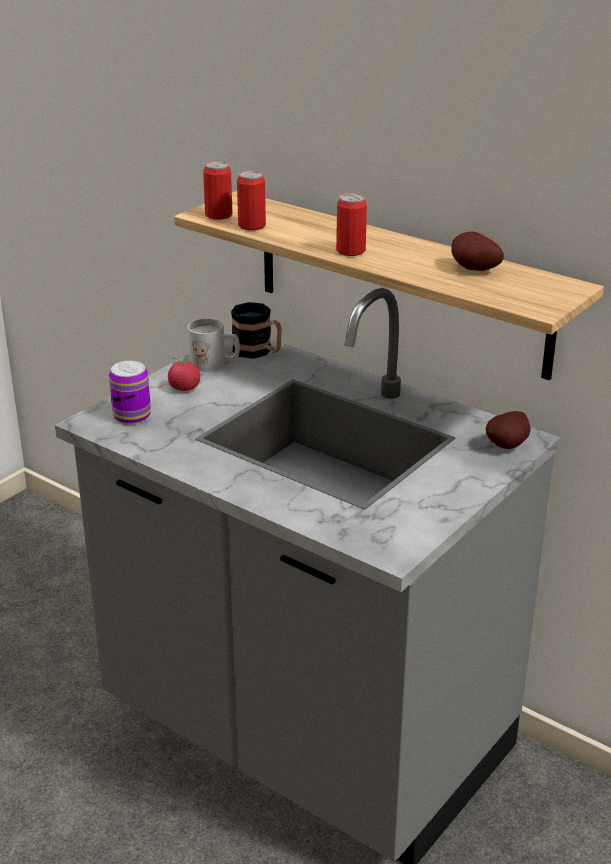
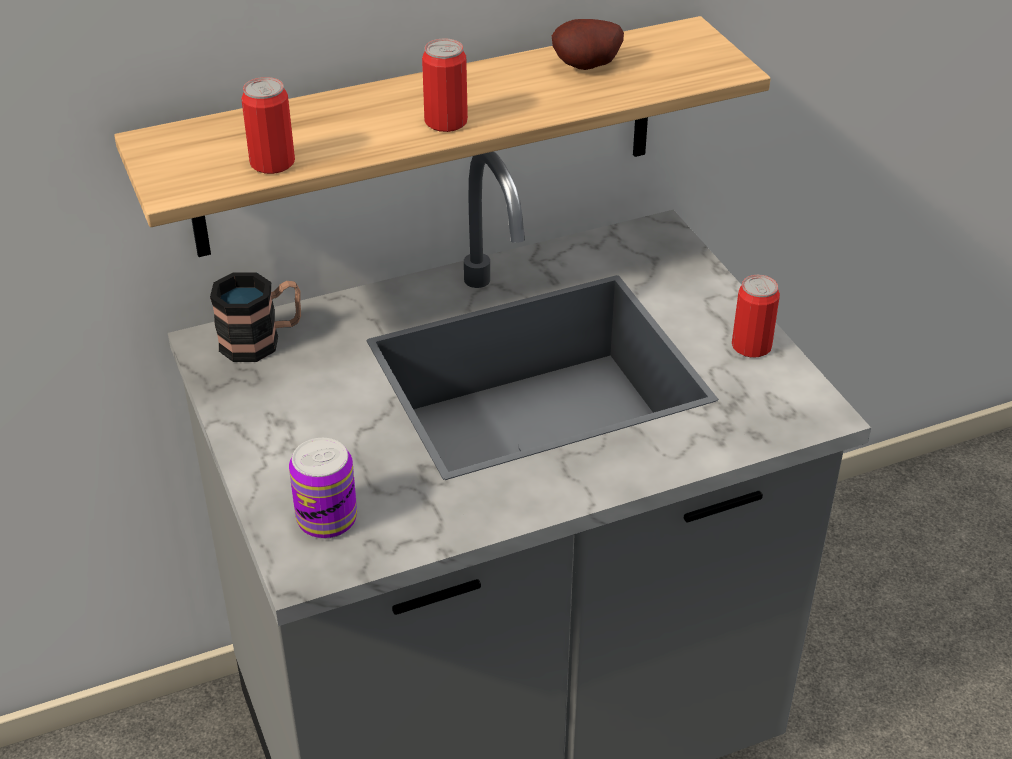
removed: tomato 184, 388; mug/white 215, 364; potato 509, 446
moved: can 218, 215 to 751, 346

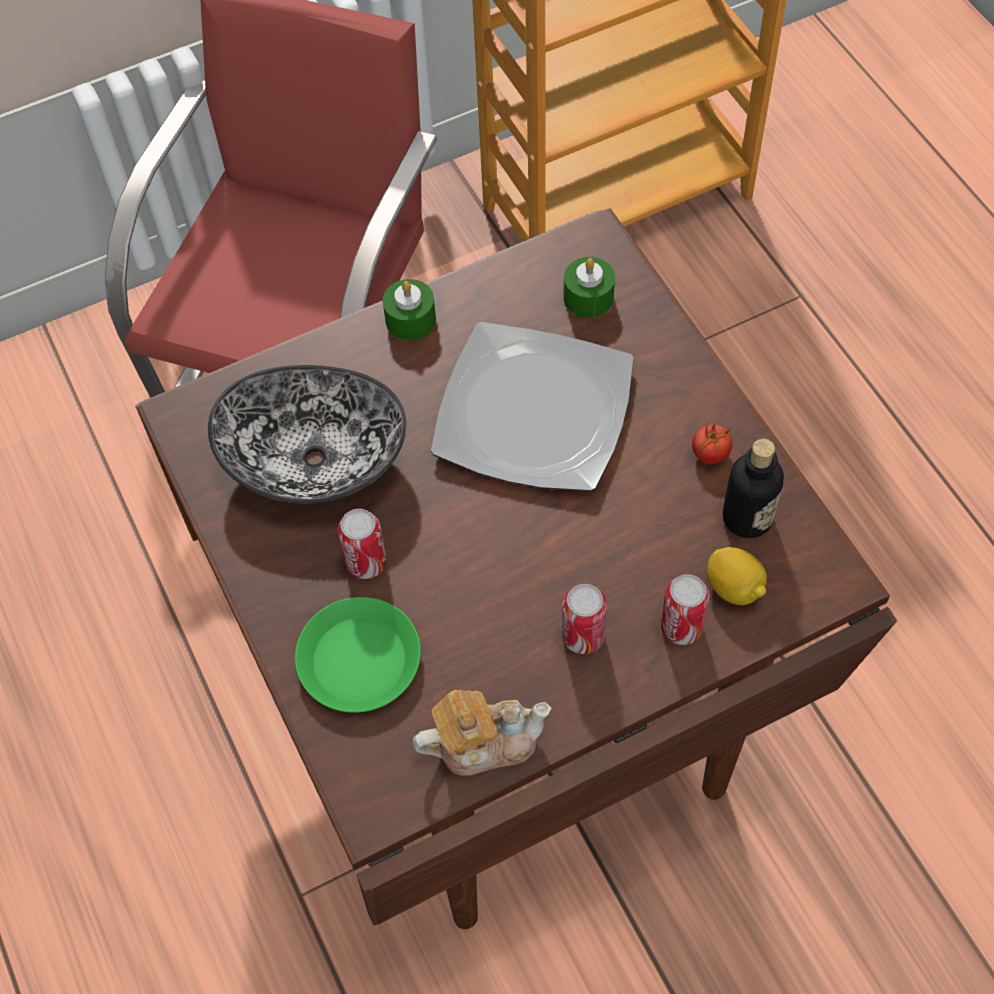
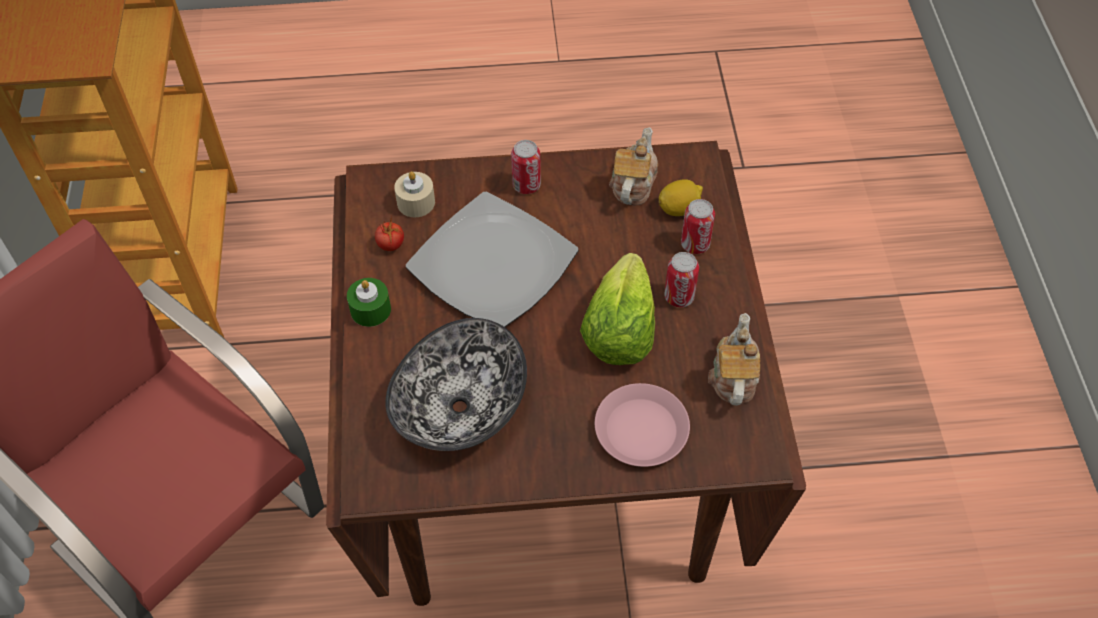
added: lettuce 619, 332
moved: can 366, 562 to 526, 185; tomato 710, 454 to 391, 245
replaced: bottle 747, 517 to teapot 632, 184
recoloured: plate/green 359, 659 to plate/pink 640, 430; candle/green 588, 297 to candle/beige 416, 202

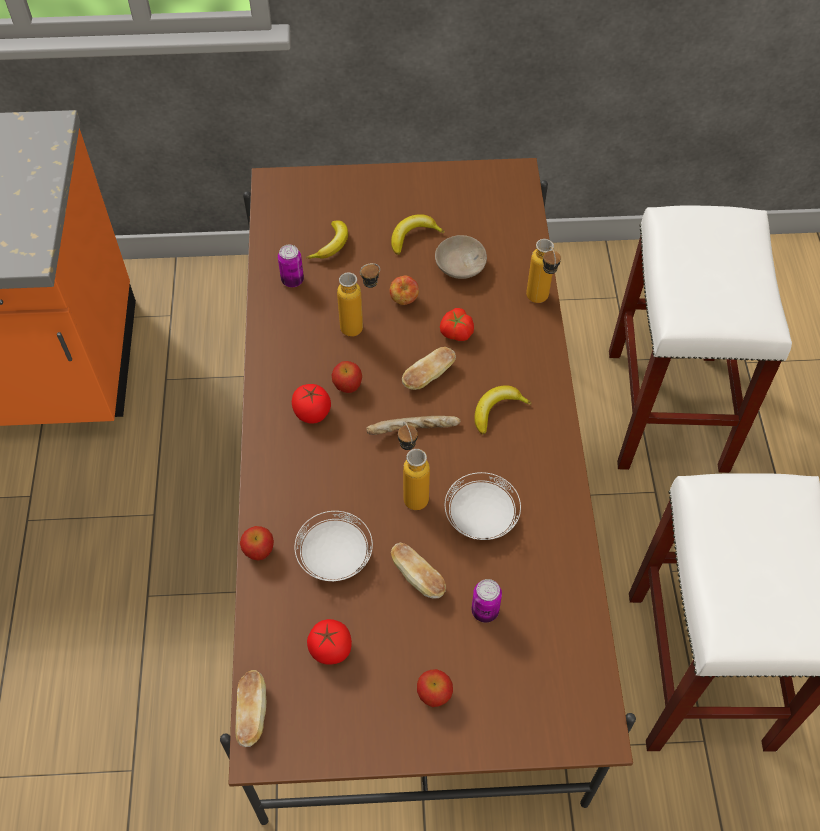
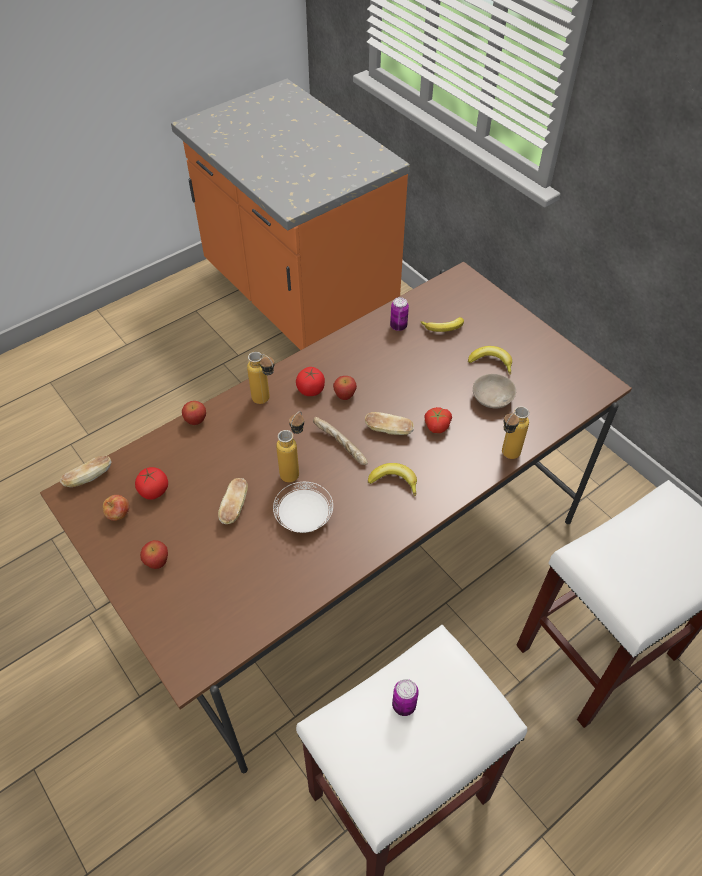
removed: plate/white 335, 556
moved: bottle 361, 326 to 266, 402; apple 404, 299 to 119, 515; can 485, 611 to 404, 705

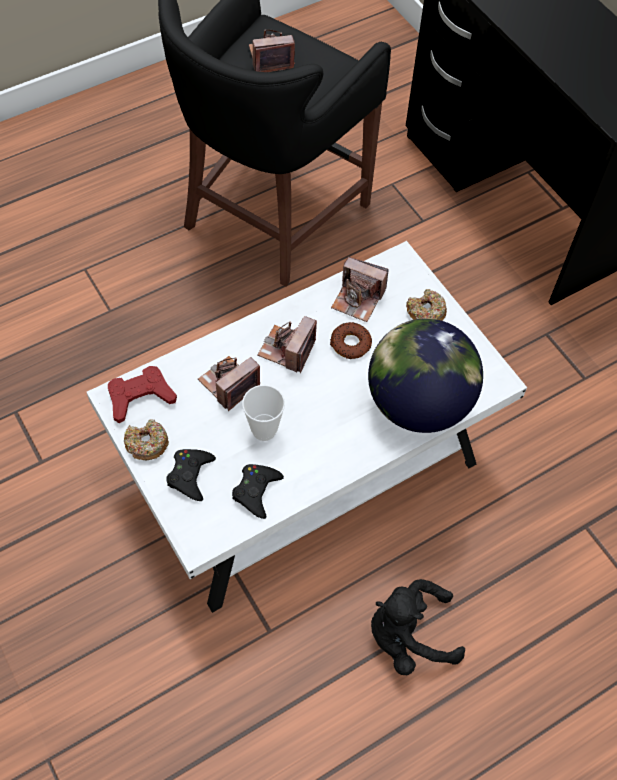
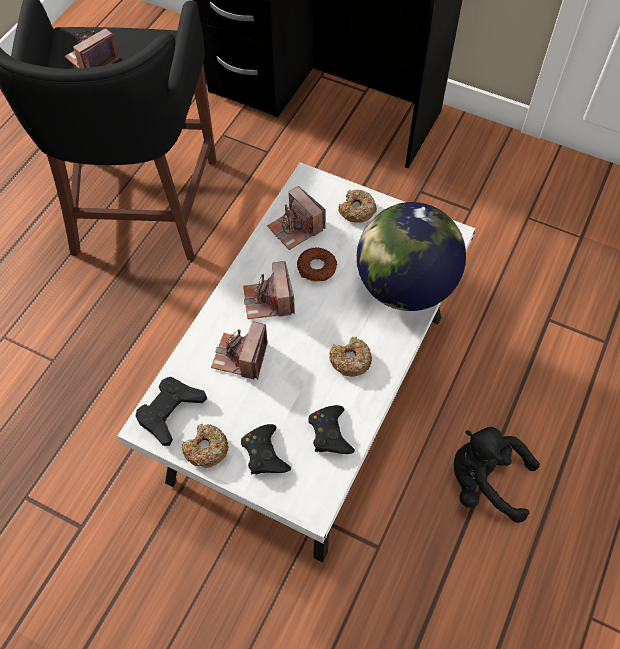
removed: cup 264, 430
added: donut 350, 360
recoloured: game controller/red 140, 397 to game controller/black 170, 412
turned: photo camera 358, 299 = 296, 228 60 degrees clockwise; plush toy/black 408, 636 = 485, 481 60 degrees clockwise

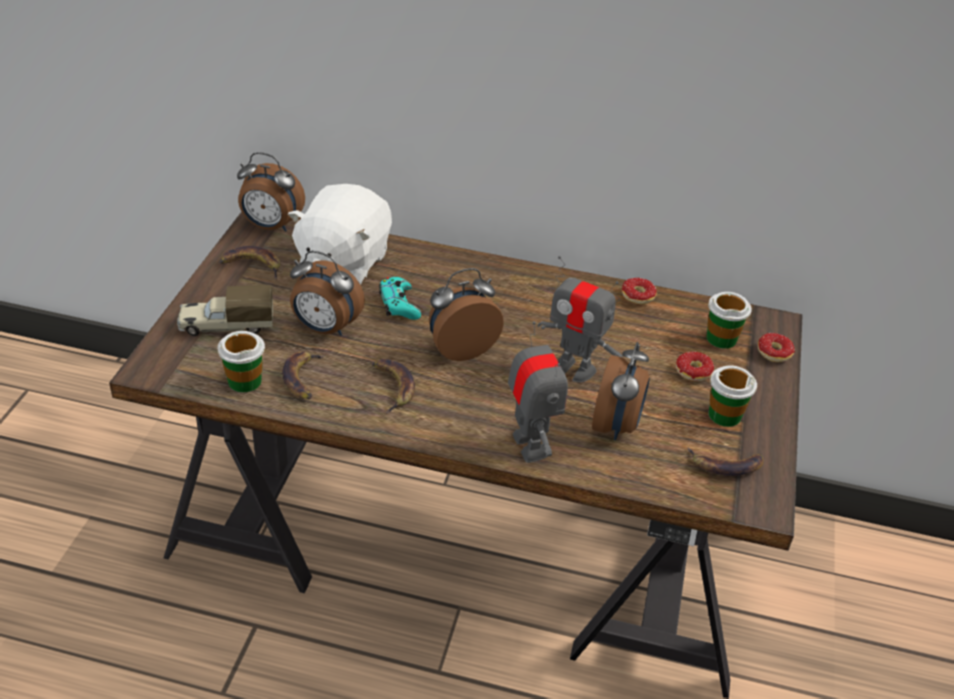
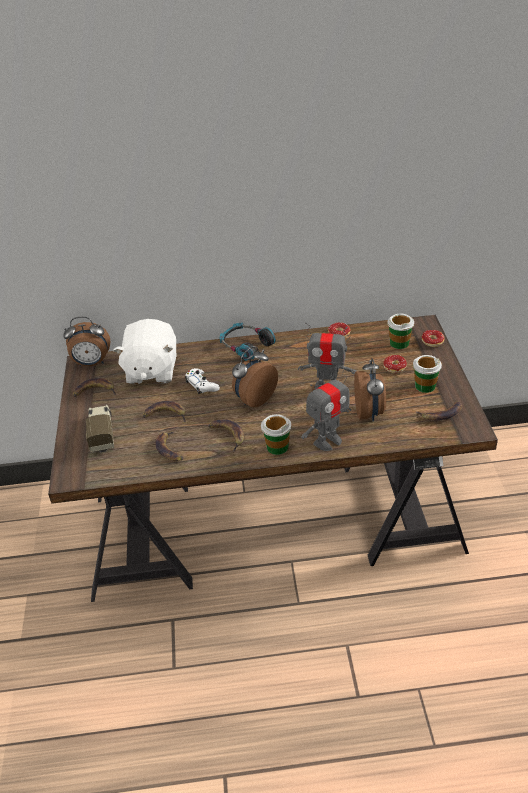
added: headphones 246, 346
moved: cup 244, 381 to 277, 447
replaced: alarm clock 325, 329 to banana 165, 415
recoloured: game controller/turquoise 399, 304 to game controller/white 202, 385
turned: toy truck 226, 326 = 102, 434 105 degrees clockwise; toy robot 530, 445 = 327, 441 90 degrees clockwise

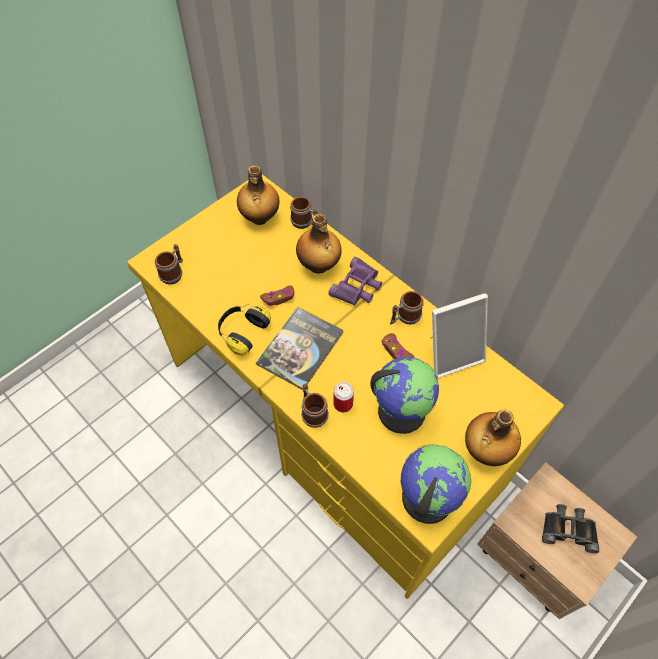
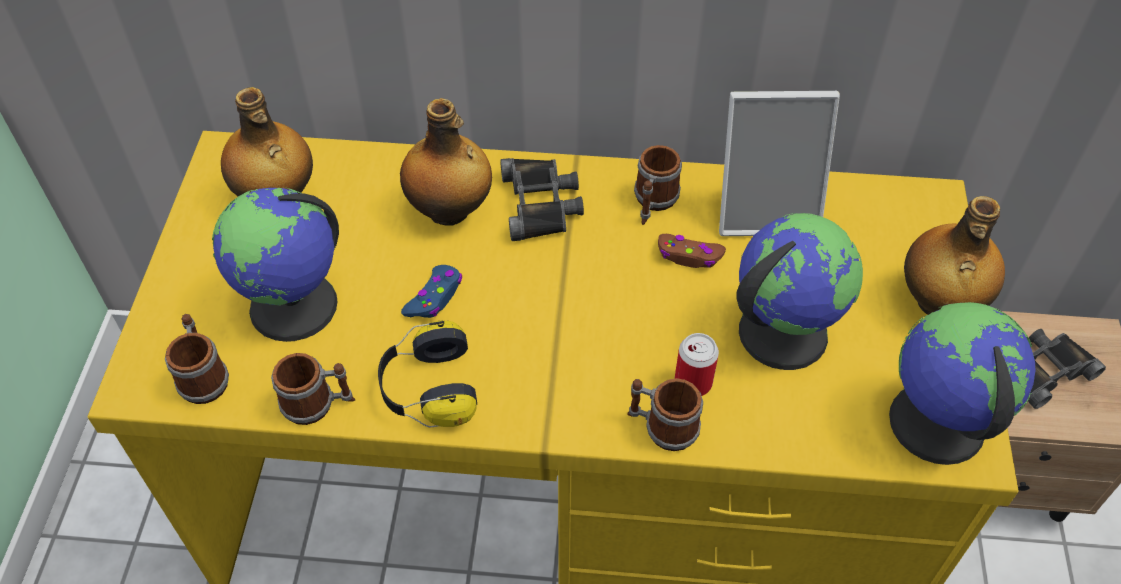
removed: book 300, 348
added: globe 294, 306
moved: mug 305, 223 to 318, 404
recoloured: game controller/brown 279, 298 to game controller/blue 435, 297; binoculars/purple 357, 287 to binoculars/black 541, 203
turned: picture frame 452, 353 = 766, 209 60 degrees clockwise

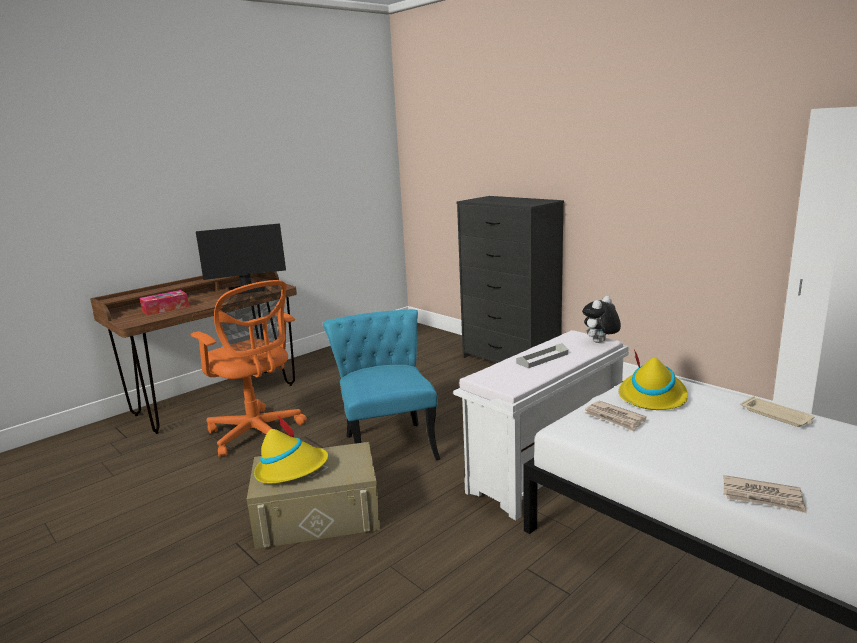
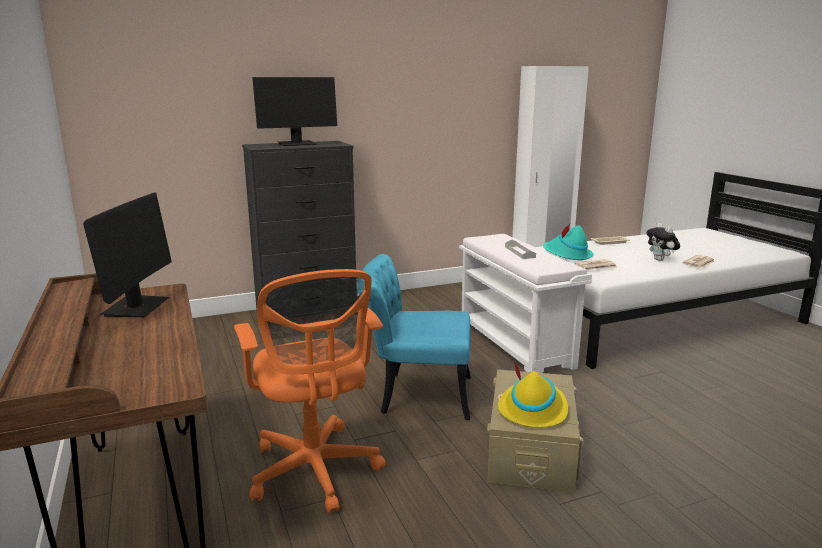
removed: tissue box 165, 309
added: monitor 297, 144
moved: plush toy 600, 342 to 661, 260
recoloured: hat/yellow 652, 396 to hat/turquoise 567, 255
turned: office chair/orange 258, 435 = 315, 473 90 degrees clockwise

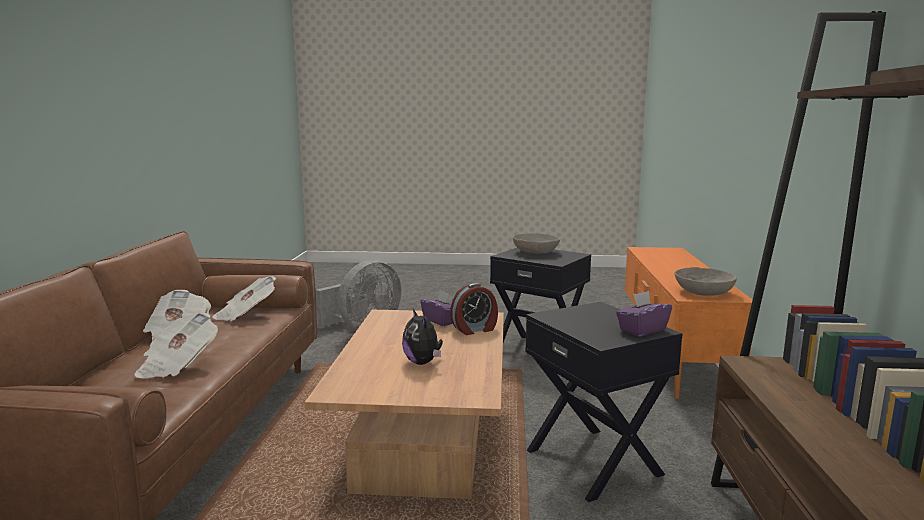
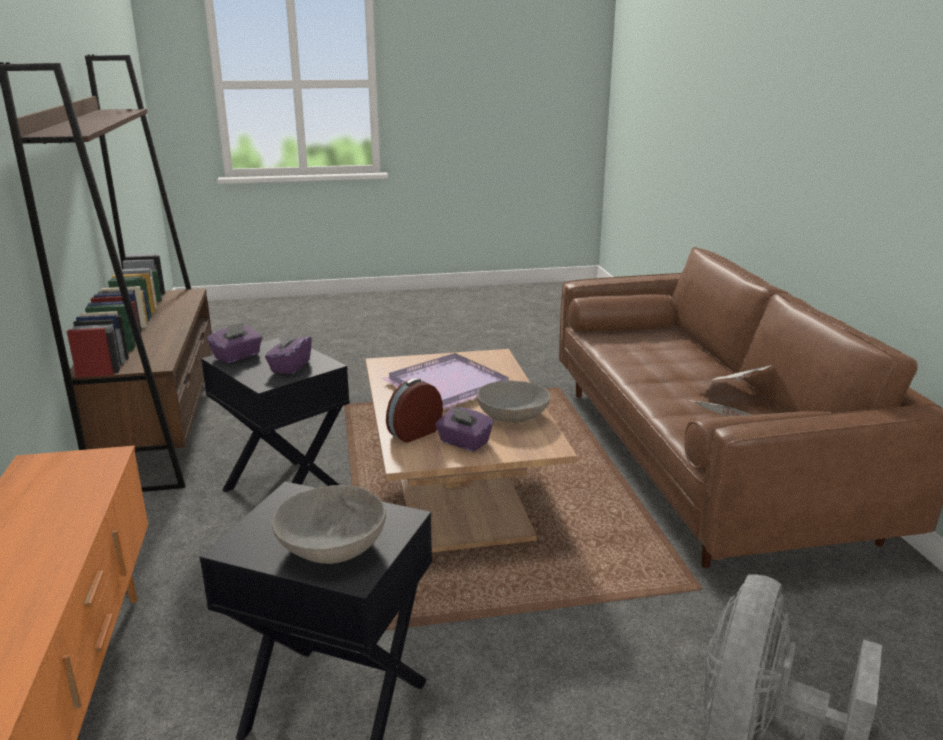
removed: newspaper 177, 365
added: tissue box/purple 290, 366
moved: bowl/grey 703, 292 to 513, 415
replaced: plush toy 423, 362 to tray/purple 445, 385

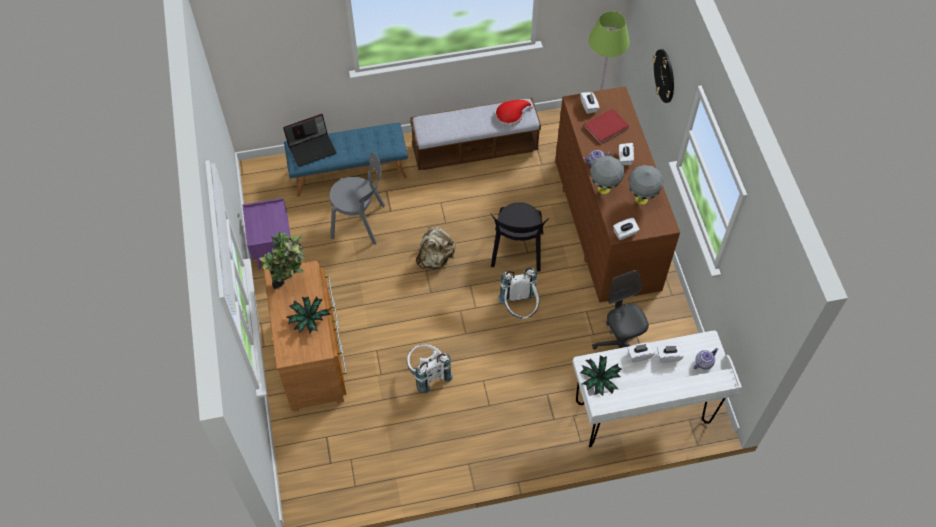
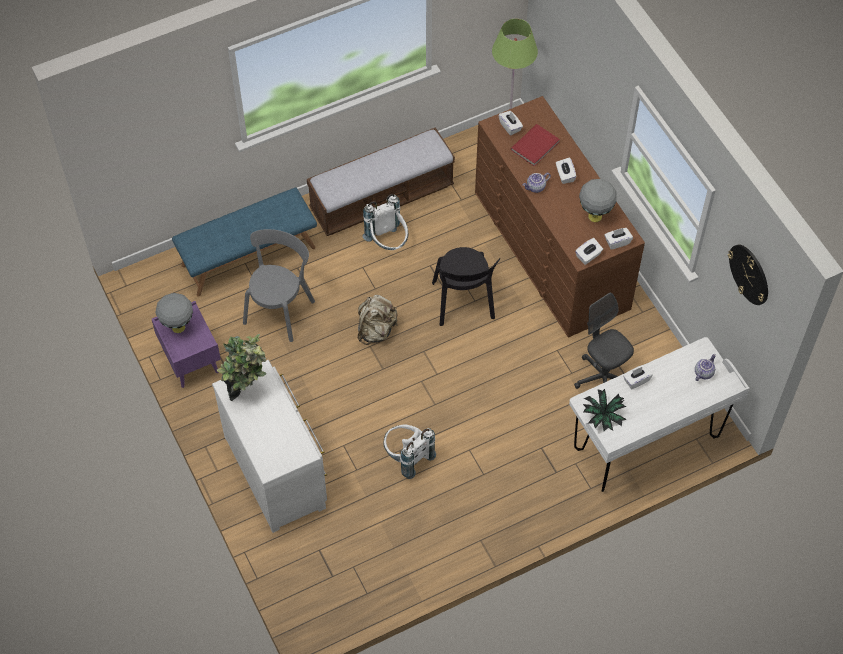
removed: laptop 312, 148; potted plant 309, 320; hat/red 511, 115
moved: backpack/white 520, 309 to 388, 243; table lamp/grey 603, 190 to 178, 328; wall clock 664, 76 to 749, 274; tissue box/white 668, 356 to 617, 242
recoloured: dresser/brown 314, 358 to dresser/white 277, 469
turned: chair/grey 361, 222 = 280, 309 60 degrees counterclockwise

